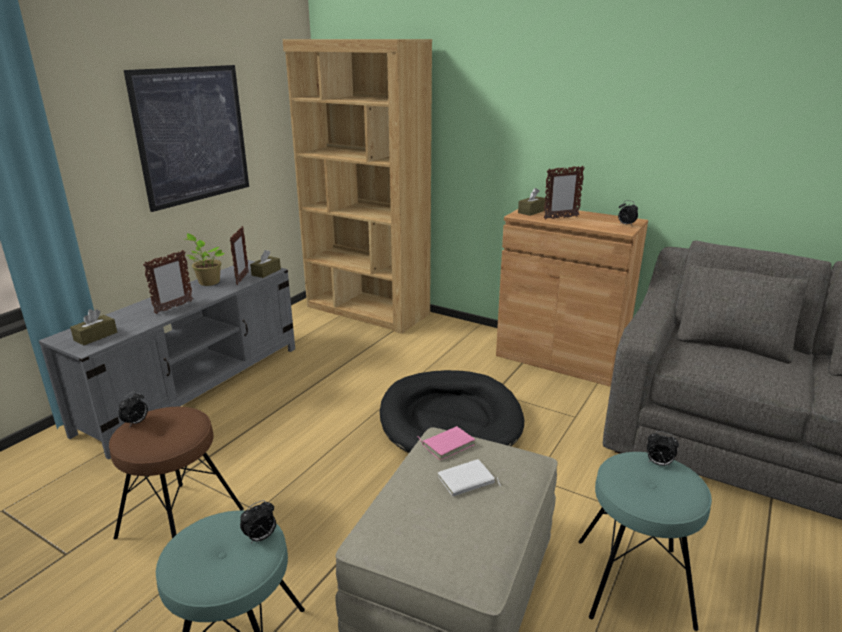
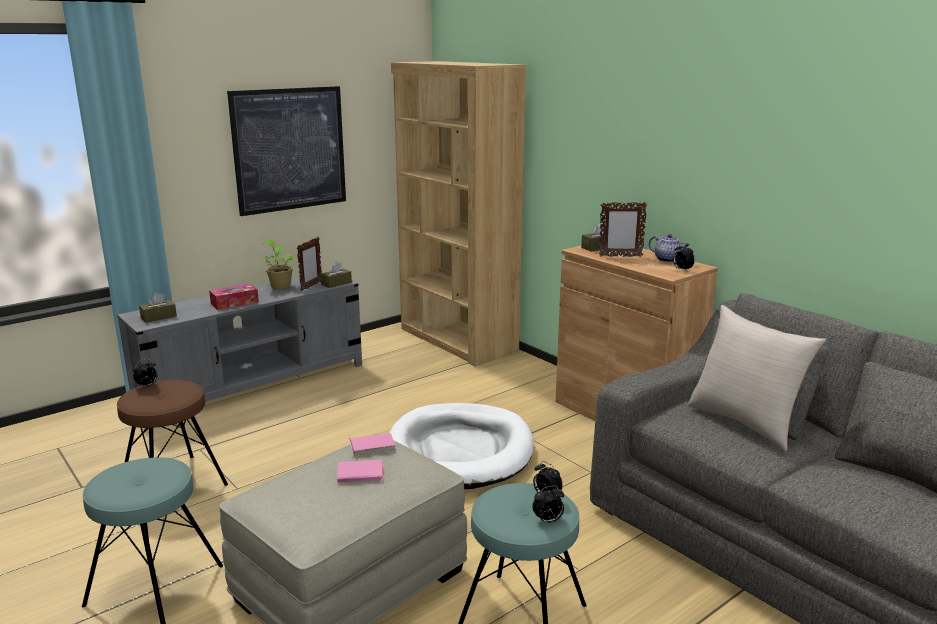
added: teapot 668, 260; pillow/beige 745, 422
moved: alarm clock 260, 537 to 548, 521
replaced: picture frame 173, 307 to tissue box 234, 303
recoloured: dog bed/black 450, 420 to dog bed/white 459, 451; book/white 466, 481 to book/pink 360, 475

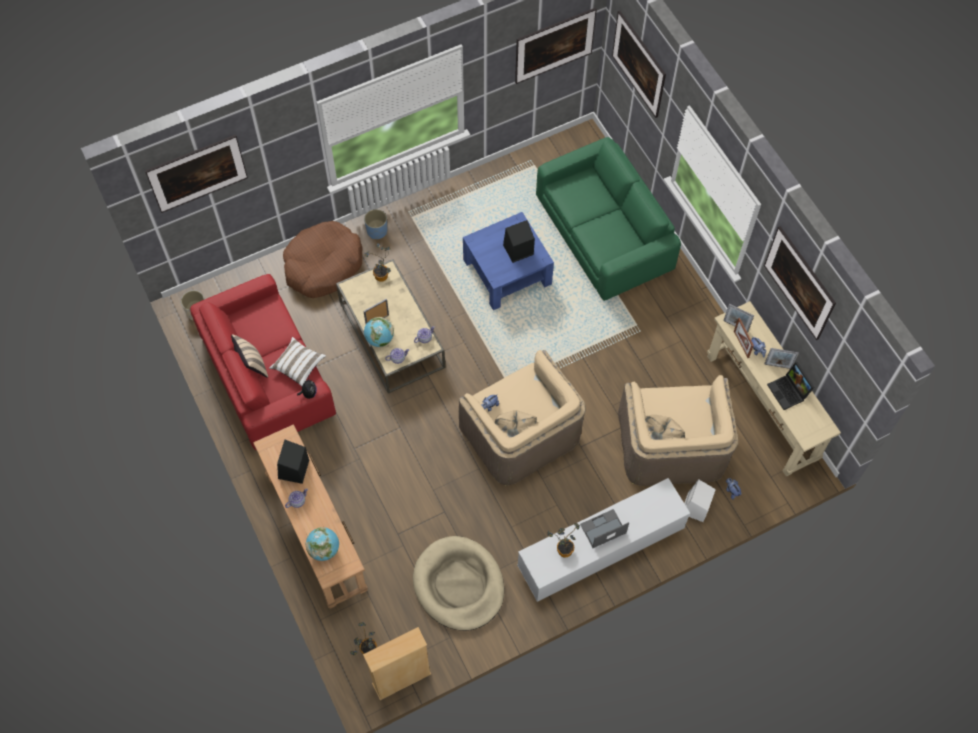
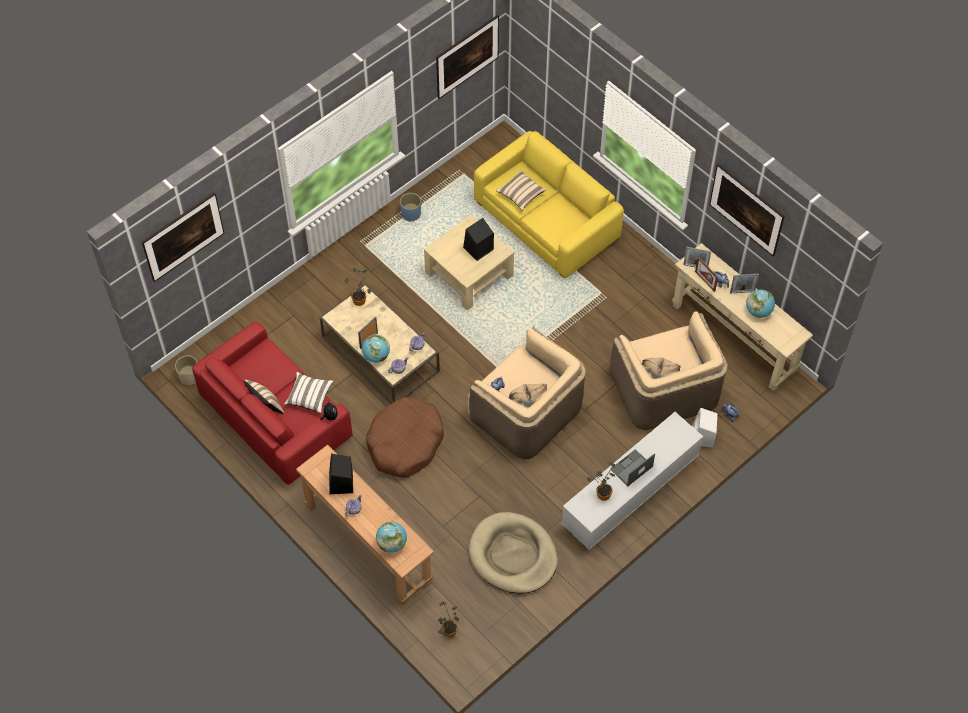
removed: bookcase/beige 401, 679; picture 637, 75
added: pillow/beige 521, 194
moved: dog bed/brown 323, 265 to 405, 443; planter/blue 377, 231 to 411, 214
replaced: laptop 789, 392 to globe 758, 311
recoloured: coffee table/blue 507, 272 to coffee table/beige 469, 274; sofa/green 604, 233 to sofa/yellow 547, 220

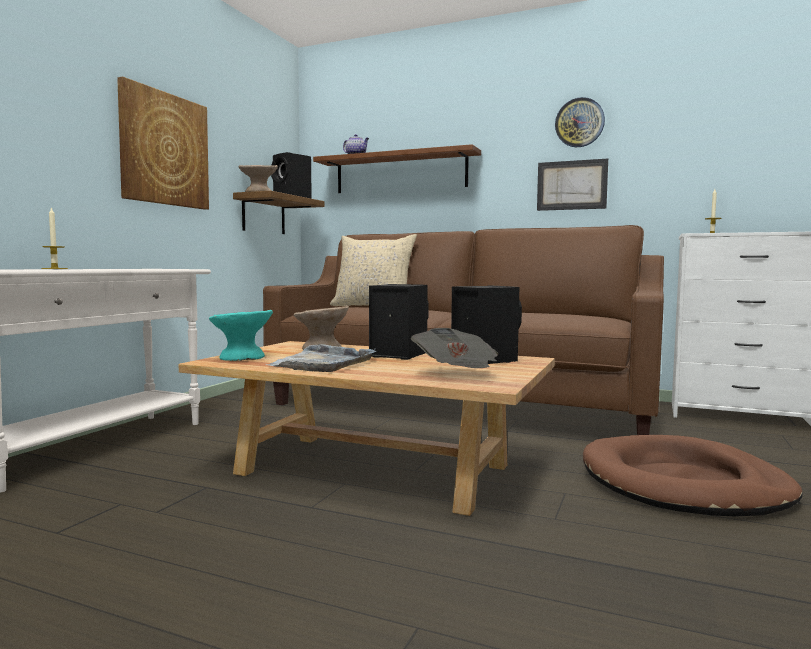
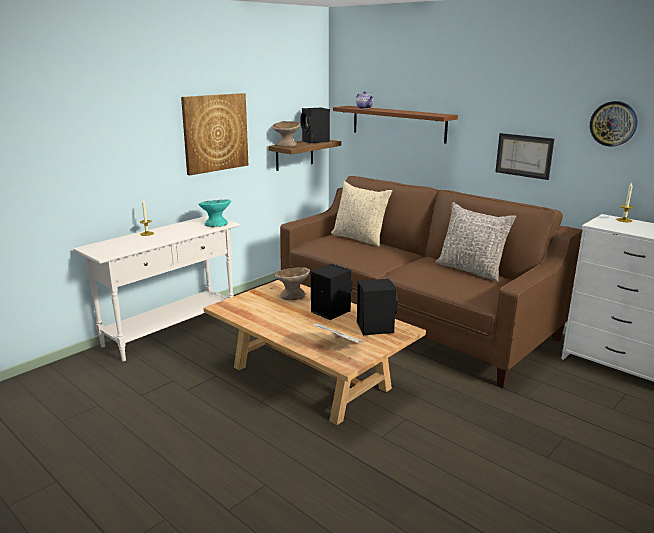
removed: tray/grey 322, 363; dog bed/brown 683, 484
added: pillow/grey 471, 270
moved: bowl/turquoise 242, 357 to 216, 224; wall clock 579, 122 to 613, 123

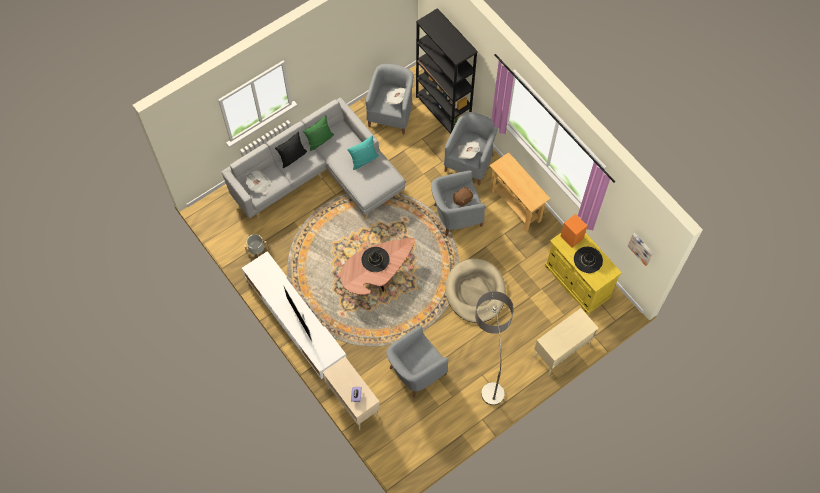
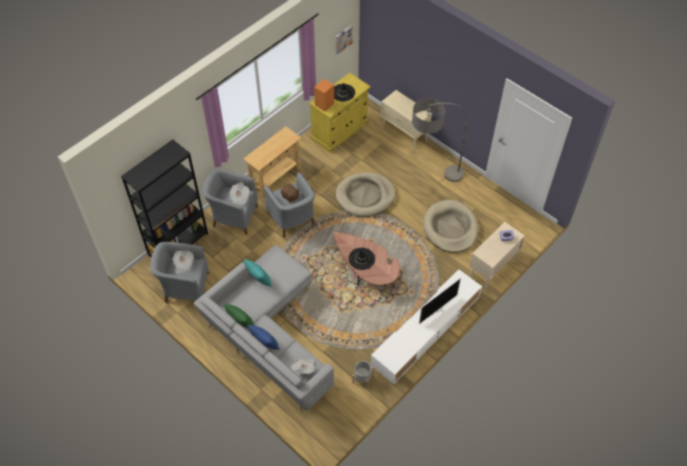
replaced: armchair/grey 415, 372 to dog bed/beige 450, 228
recoloured: pillow/black 292, 157 to pillow/blue 265, 343

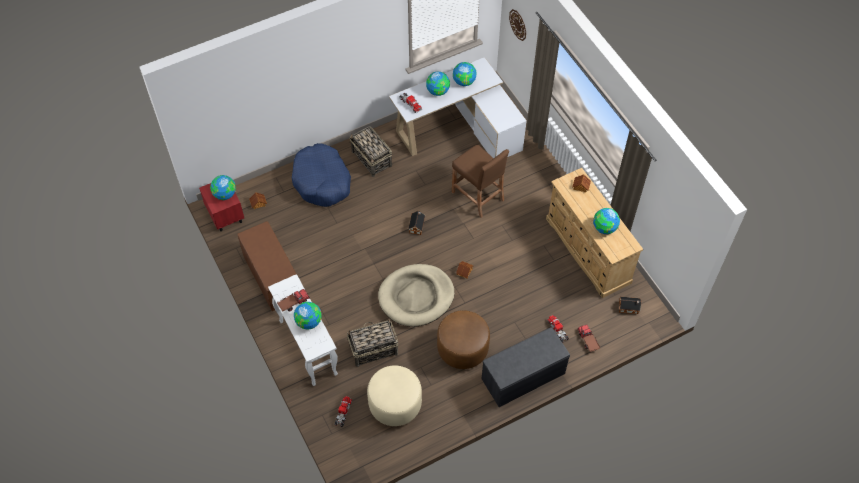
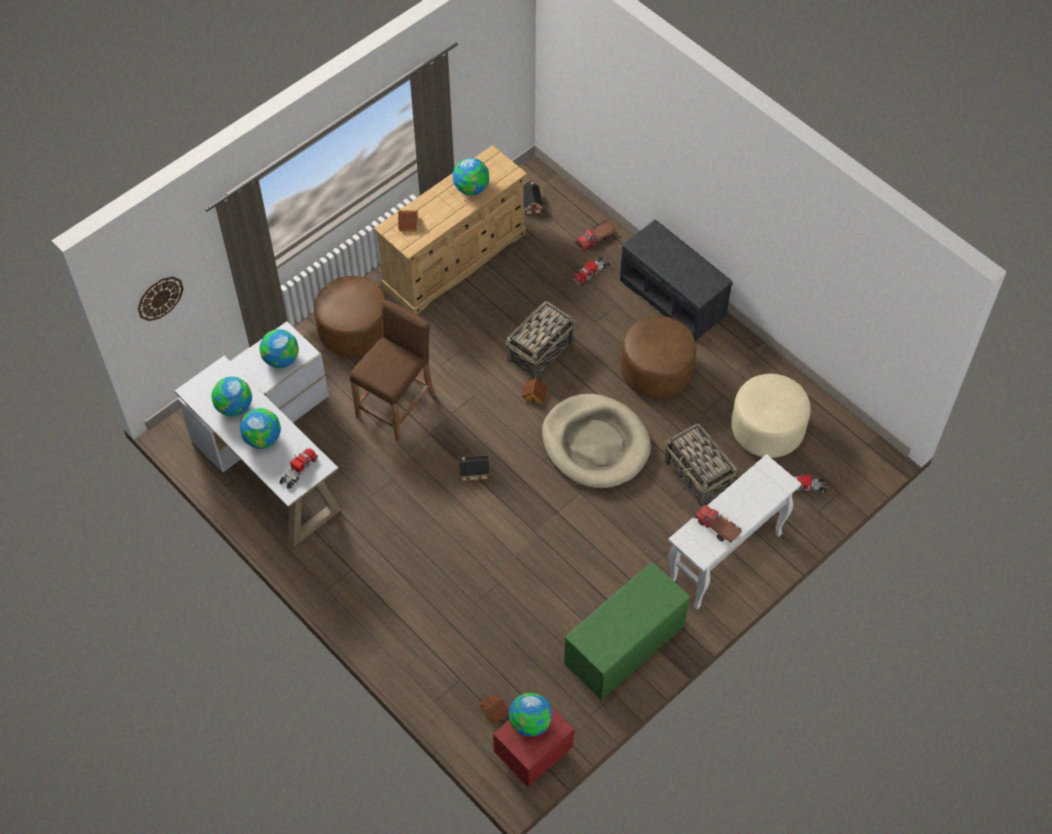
removed: dog bed/blue 322, 181
added: ottoman/brown 354, 331
moved: globe 308, 321 to 281, 359; basket 372, 159 to 541, 351
recoloured: bench/brown 271, 276 to bench/green 624, 646

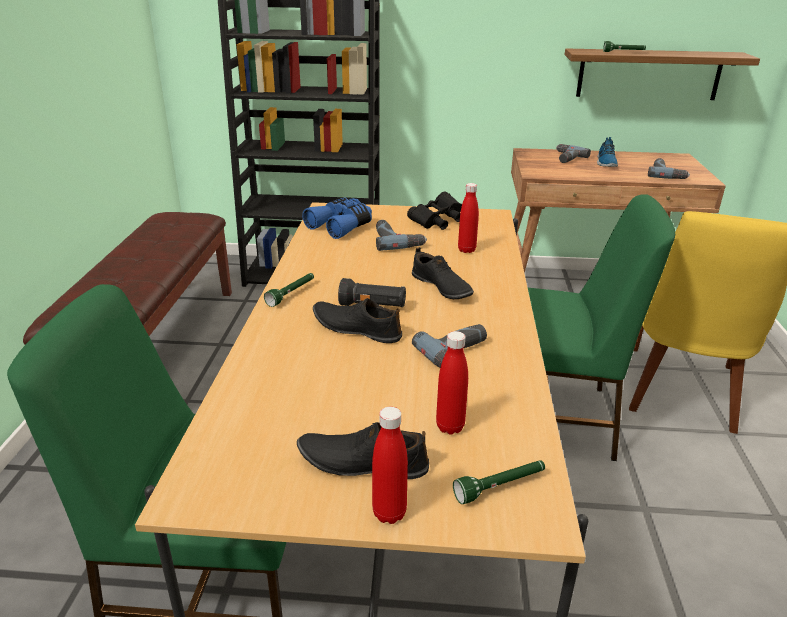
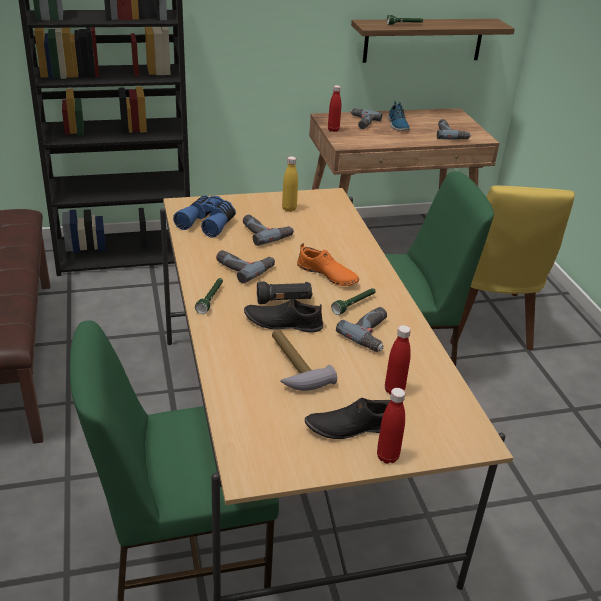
added: power drill 244, 267; hammer 293, 366
moved: flashlight/green 500, 487 to 354, 305; bottle/red 466, 250 to 333, 130
replaced: binoculars/black 437, 222 to bottle/yellow 289, 209
recoloured: shoe/black 441, 287 to shoe/orange 327, 275

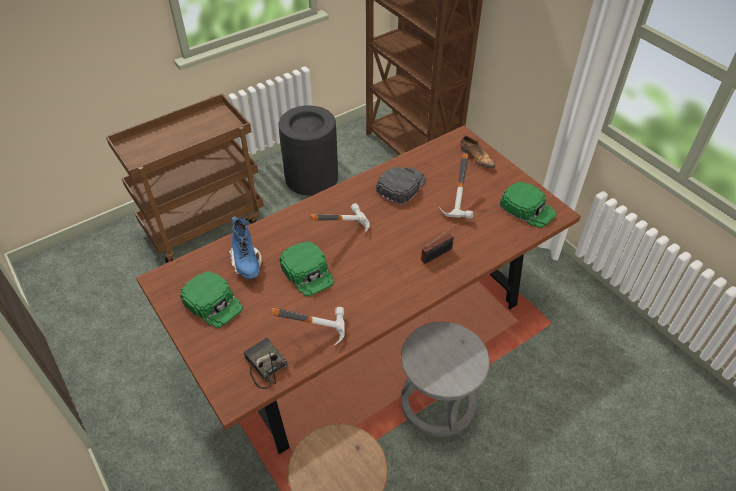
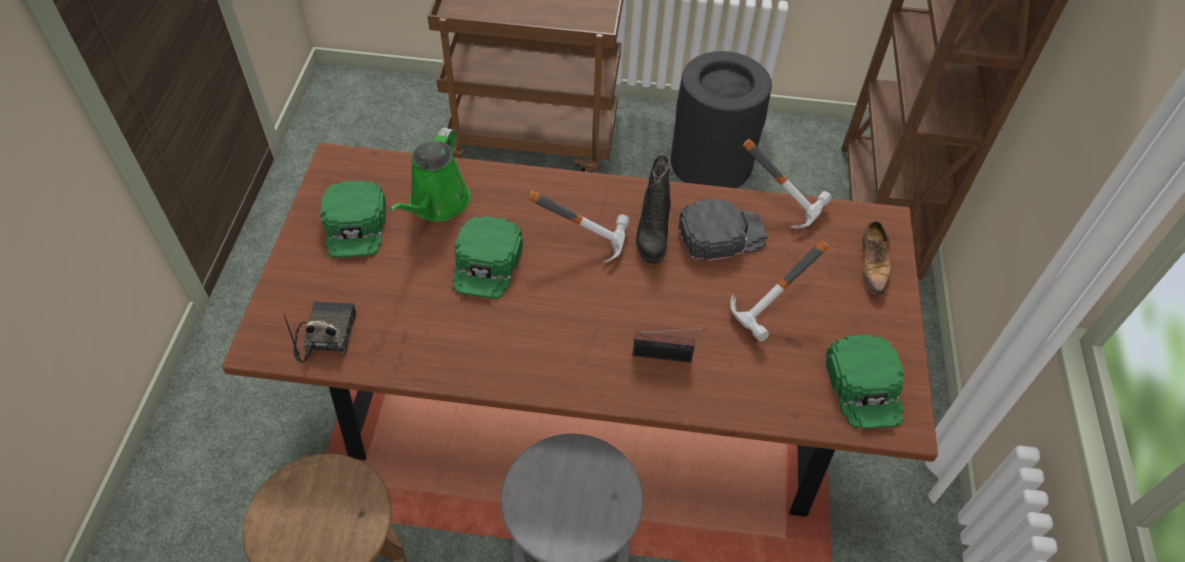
added: boot/black 651, 234
moved: hammer 314, 328 to 784, 200
replaced: boot/blue 246, 263 to watering can/green 437, 204

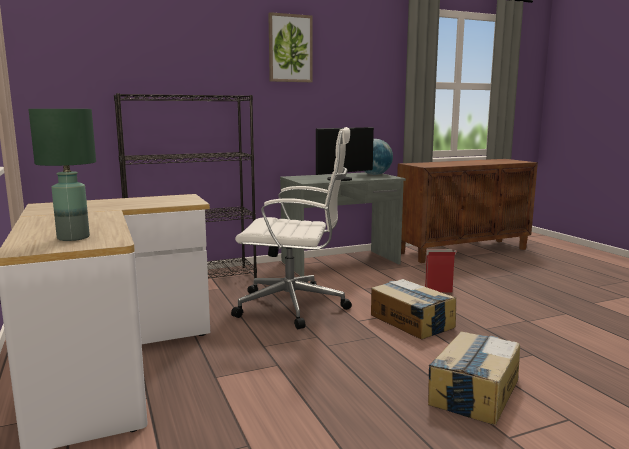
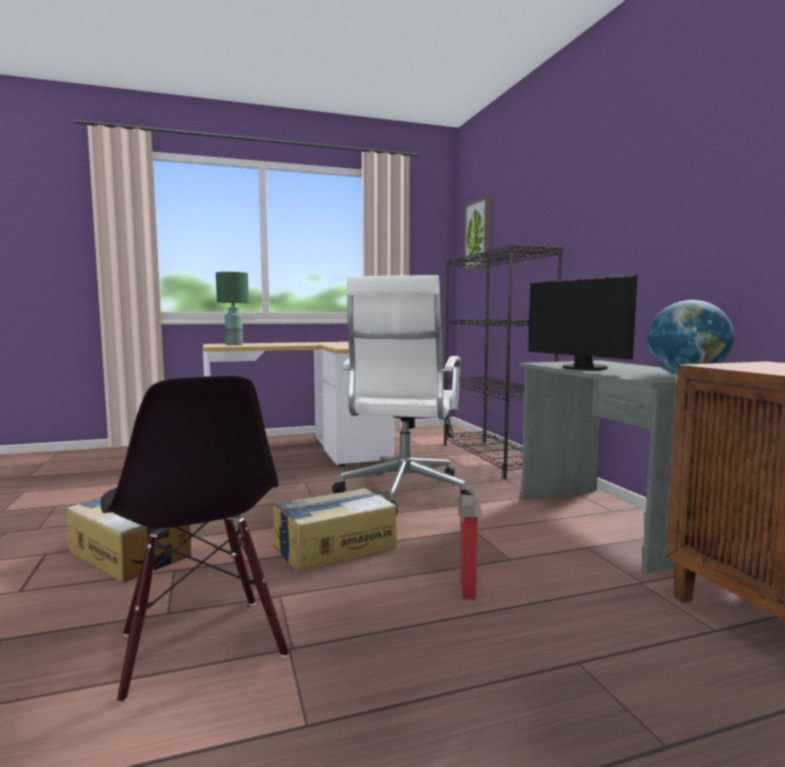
added: chair/black 200, 646
moved: picture 290, 48 to 478, 234

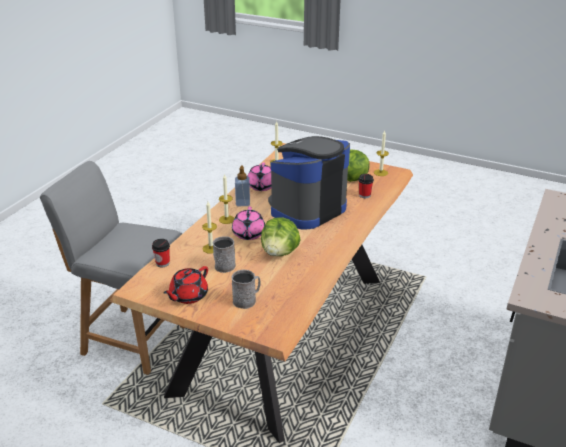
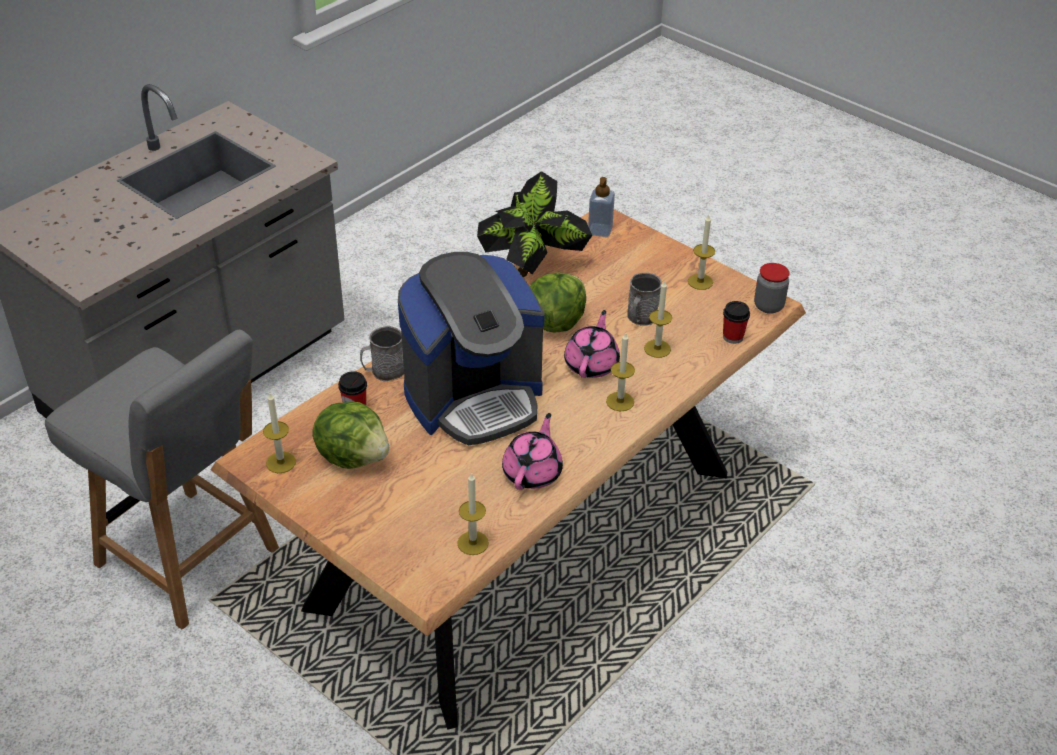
added: potted plant 533, 270; jar 768, 306
moved: chair/grey 132, 339 to 190, 559; mug/grey 247, 300 to 383, 371; soap dispenser 242, 203 to 600, 230
replaced: teapot/red 188, 296 to candle 700, 282

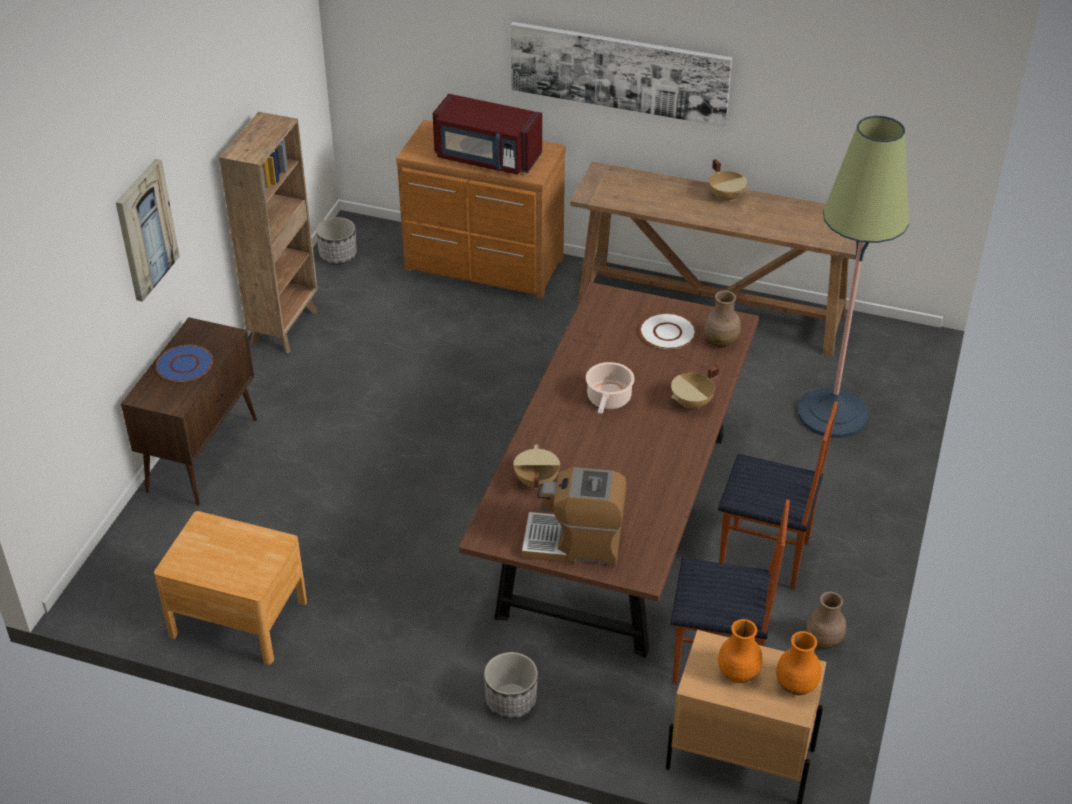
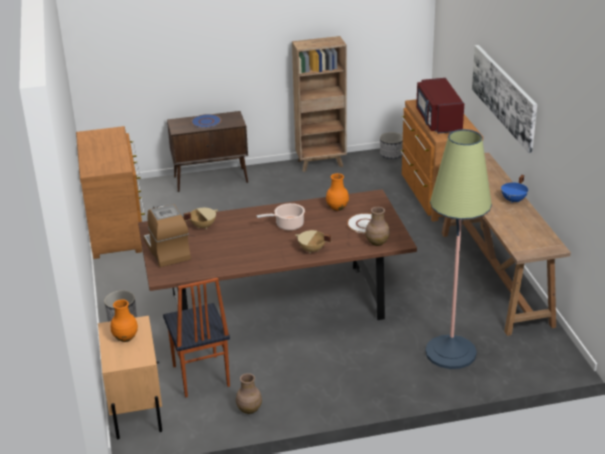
removed: picture 145, 230; chair 764, 558
moved: vase/orange 796, 686 to 337, 208
replaced: nightstand/brown 238, 618 to dresser/brown 117, 229
recoloured: cooking pot/beige 726, 196 to cooking pot/blue 514, 200

